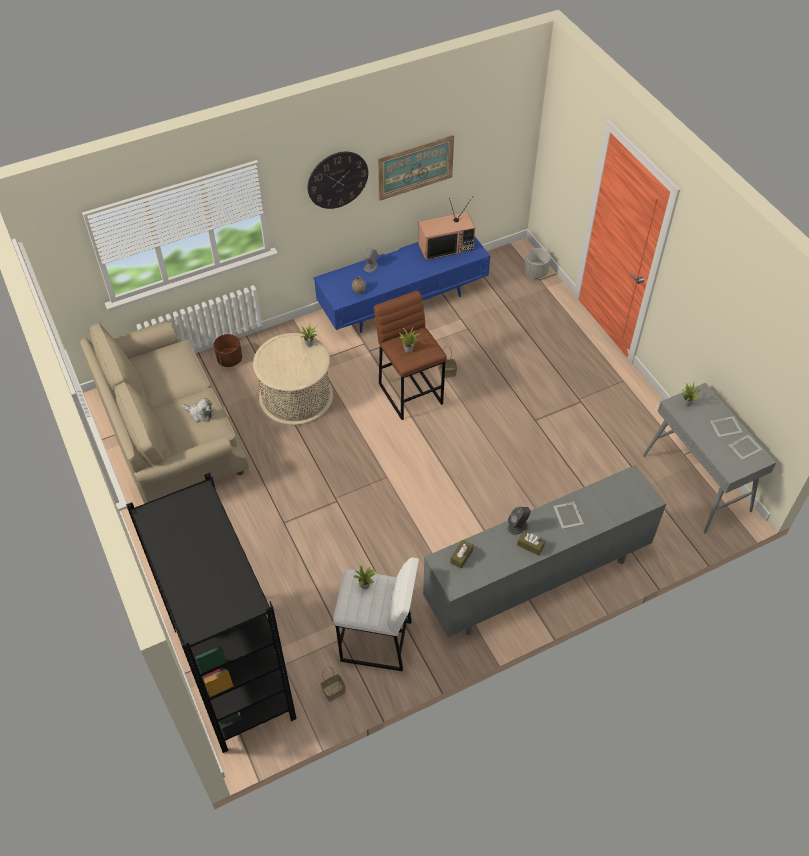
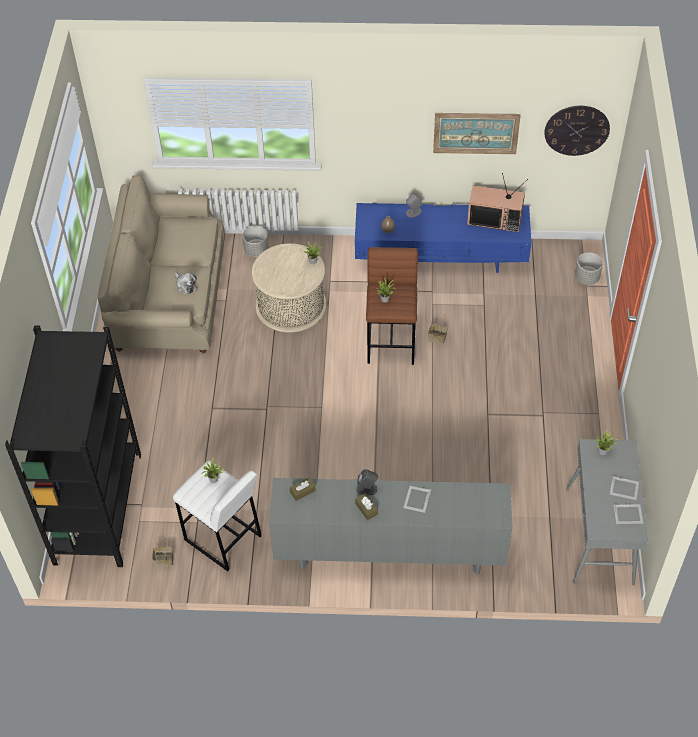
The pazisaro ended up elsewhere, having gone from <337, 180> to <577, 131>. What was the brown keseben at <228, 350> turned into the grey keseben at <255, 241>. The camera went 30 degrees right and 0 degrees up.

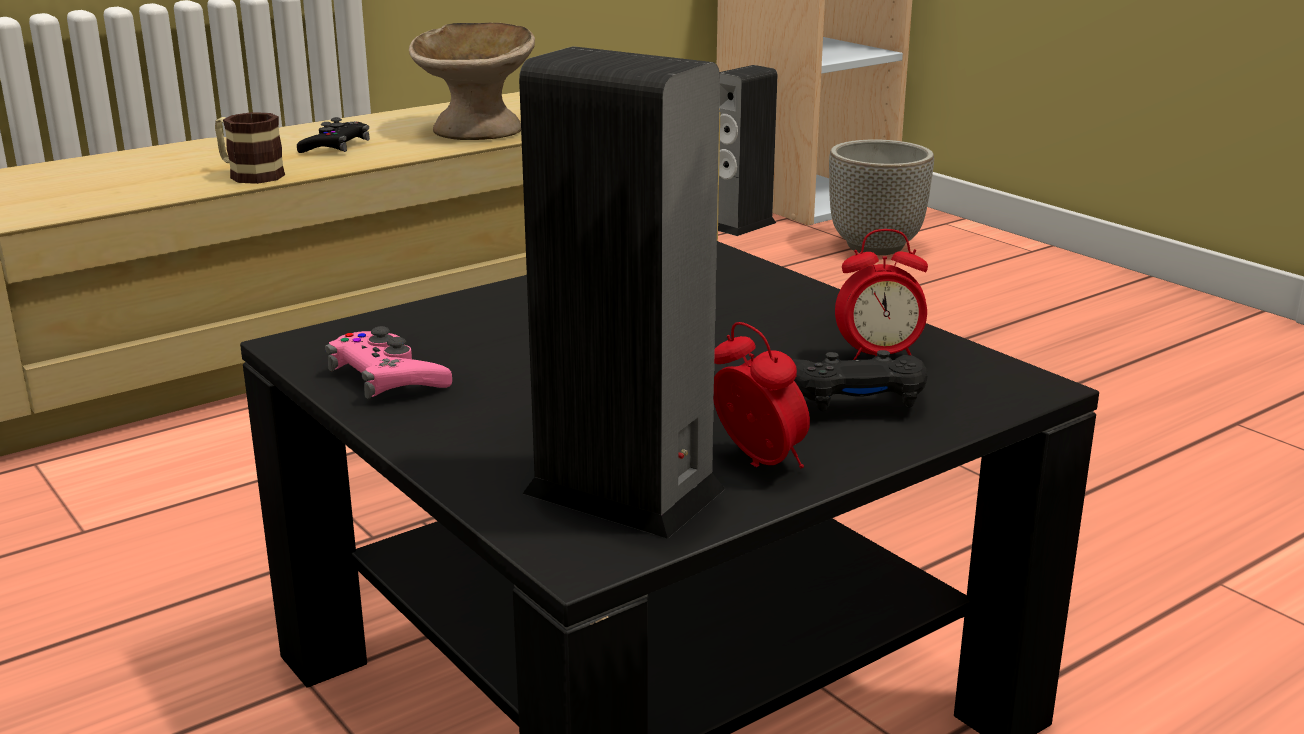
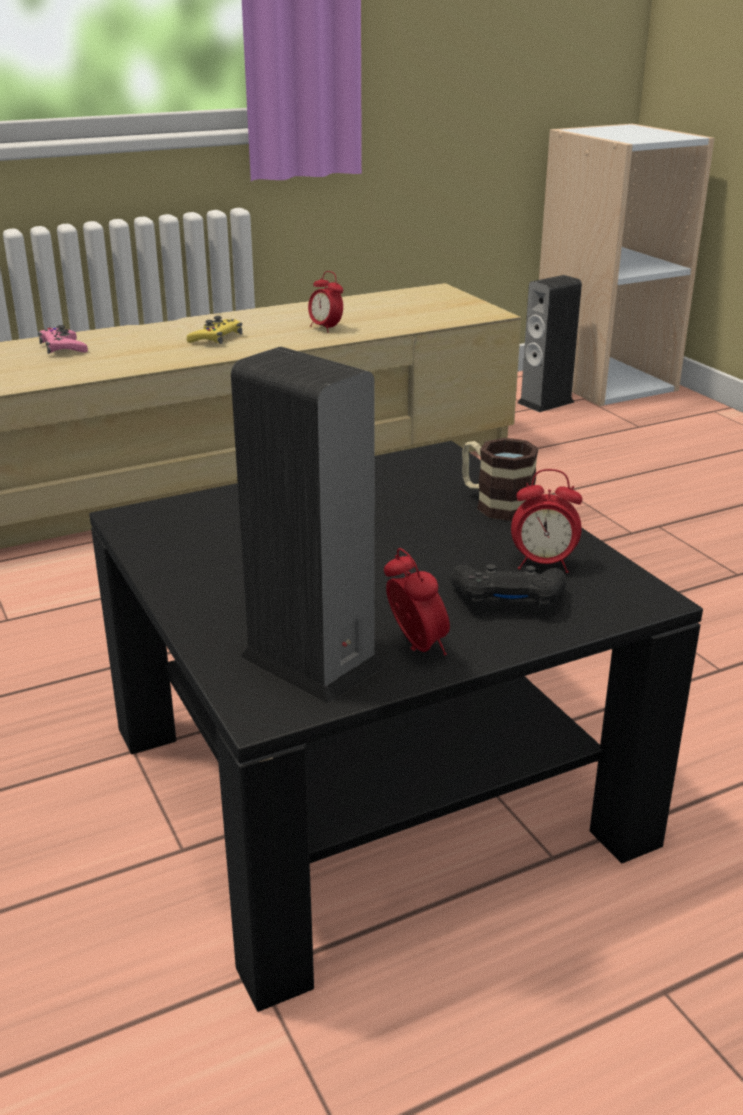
The second view lost the keseben at <881, 197>. The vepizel ended up elsewhere, having gone from <250, 148> to <500, 479>. The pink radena ended up elsewhere, having gone from <388, 362> to <63, 339>. Where the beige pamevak stood at <472, 81>, the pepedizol came to stand at <325, 302>. What was the black radena at <333, 135> turned into the yellow radena at <214, 330>. The camera went 10 degrees right and 5 degrees up.

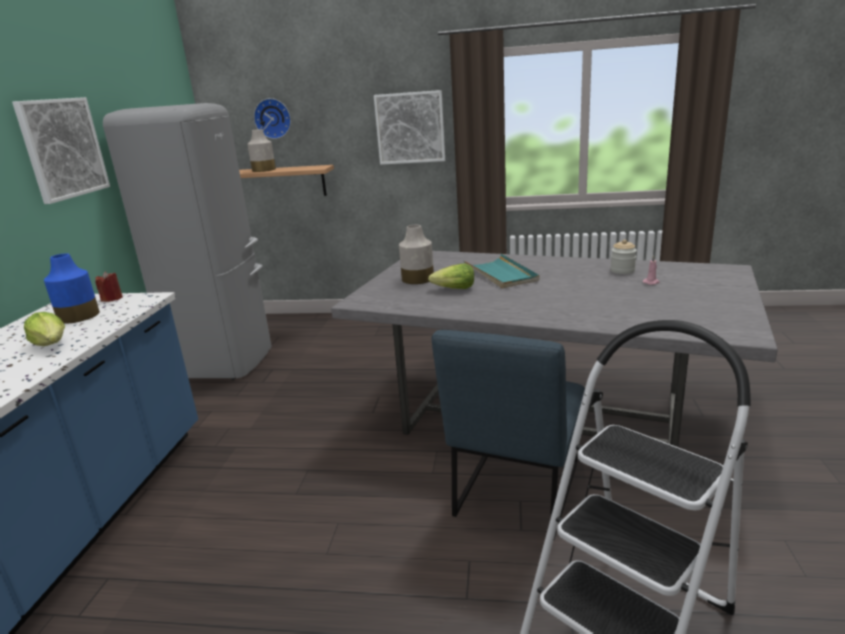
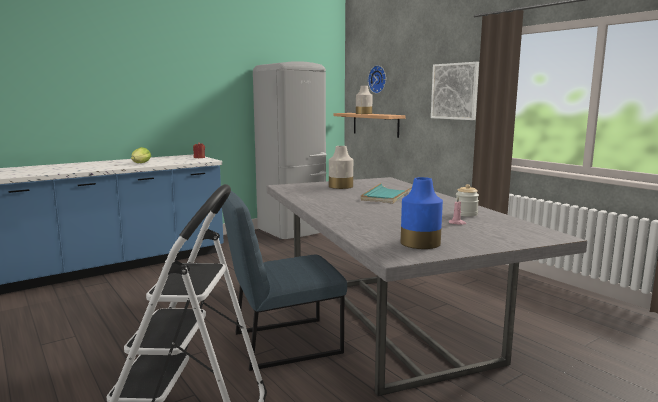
The second view lost the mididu at <61, 150>. The second view lost the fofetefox at <451, 276>. The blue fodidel ended up elsewhere, having gone from <72, 288> to <422, 213>. The camera went 45 degrees right and 10 degrees down.

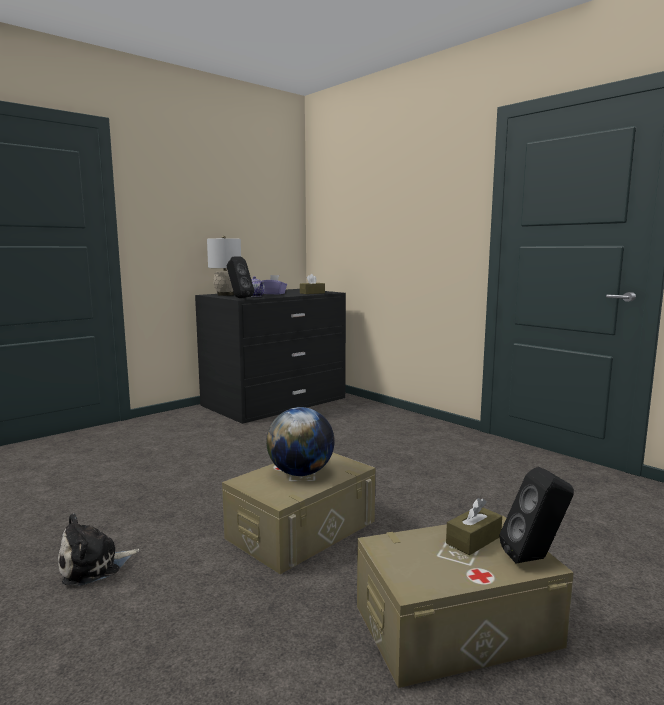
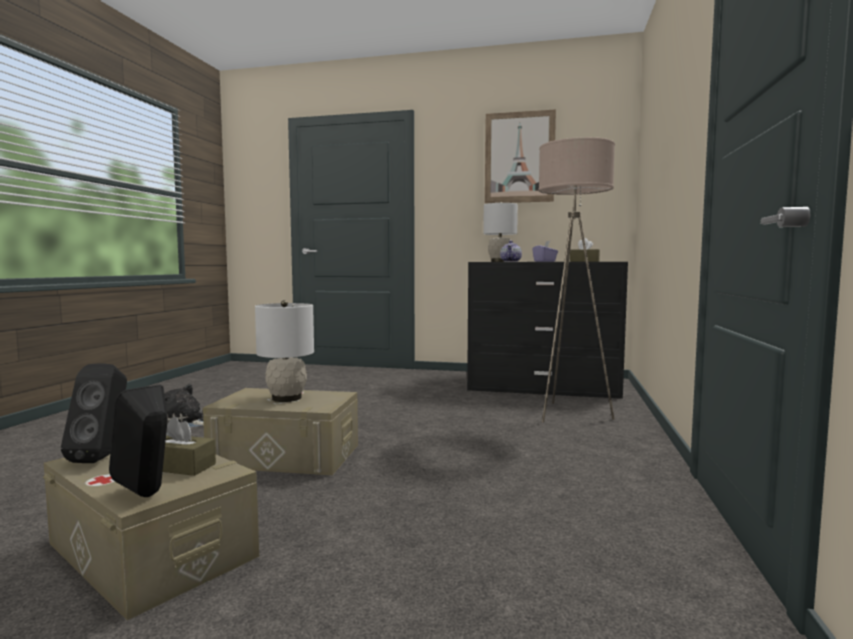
The second view gained the mididu at <520, 156>. The second view gained the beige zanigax at <576, 280>. The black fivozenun ended up elsewhere, having gone from <240, 277> to <94, 413>. Where the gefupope stood at <300, 441>, the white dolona came to stand at <284, 351>. The camera went 55 degrees right and 5 degrees down.

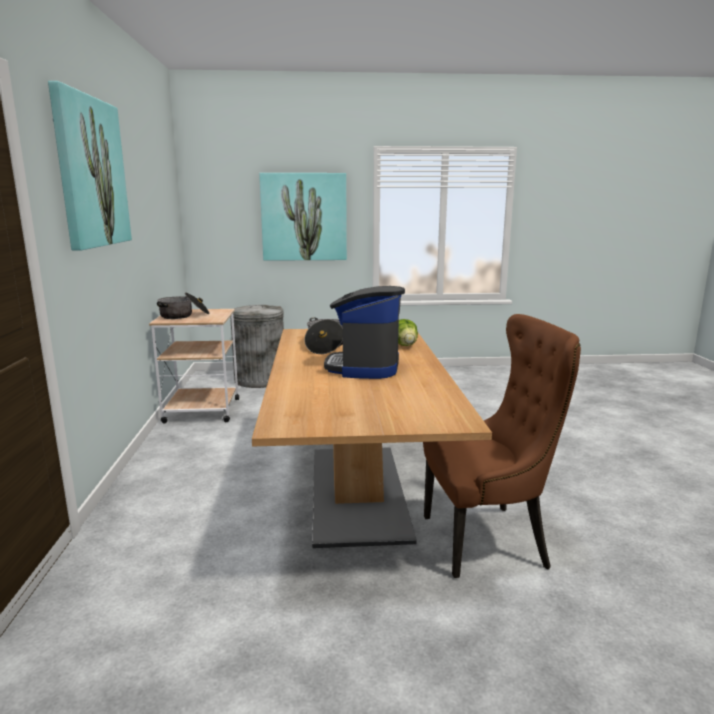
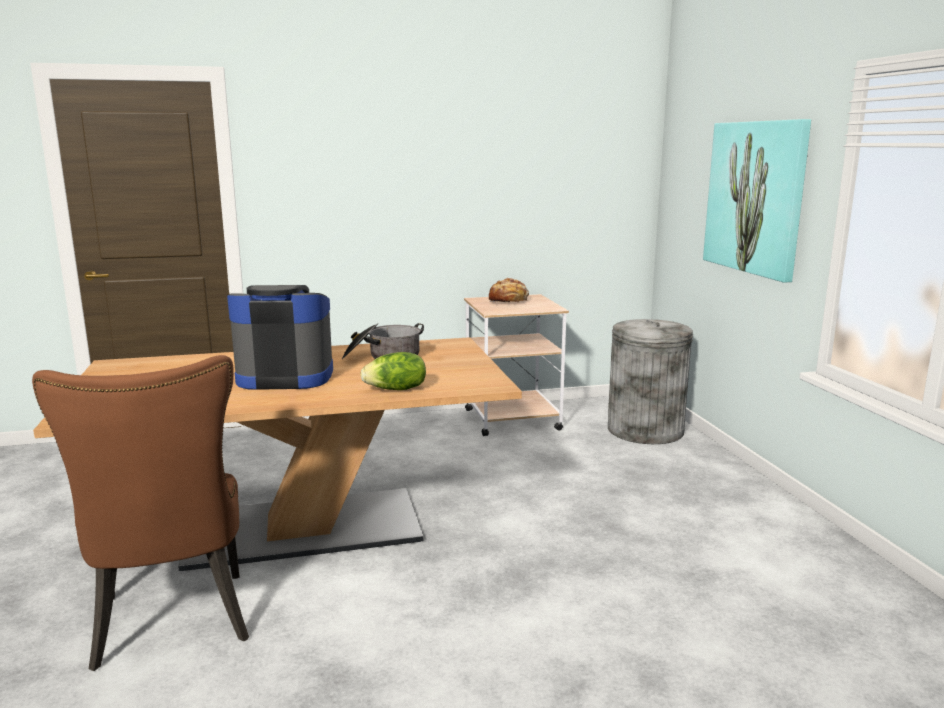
The second view lost the mididu at <90, 166>. Where the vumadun stood at <183, 305>, the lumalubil came to stand at <509, 290>. The camera went 80 degrees right and 0 degrees up.

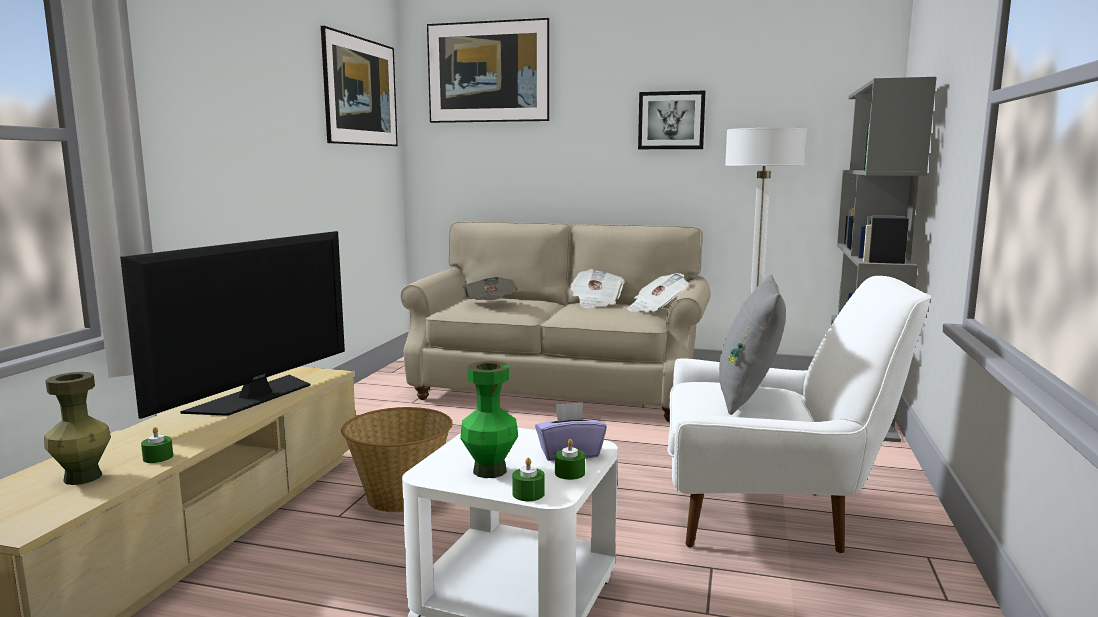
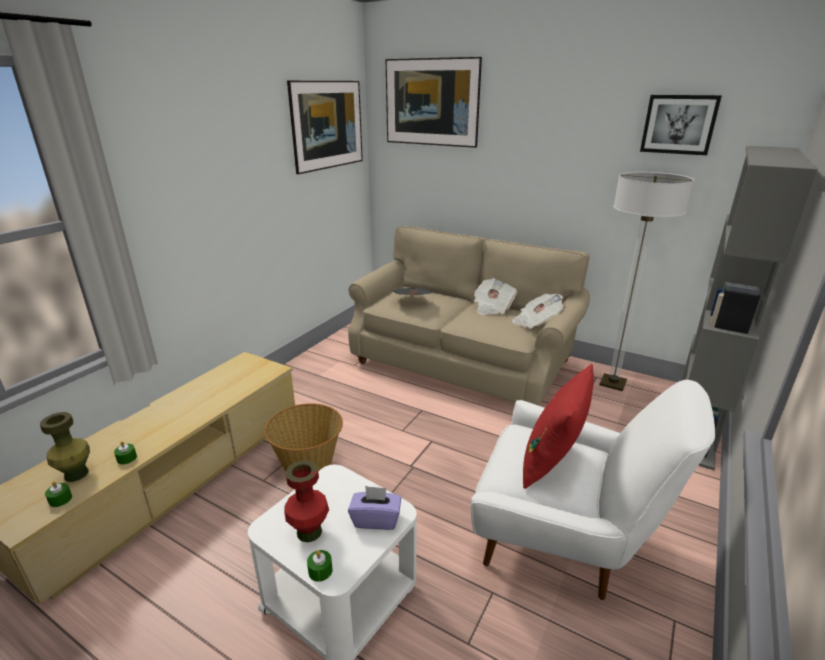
The second view lost the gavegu at <232, 325>. The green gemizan ended up elsewhere, having gone from <570, 459> to <58, 494>. The mididu ended up elsewhere, having gone from <672, 120> to <681, 125>. What was the green fodidel at <489, 419> turned into the red fodidel at <306, 501>. What was the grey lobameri at <752, 345> turned into the red lobameri at <558, 426>. The camera went 15 degrees right and 15 degrees up.

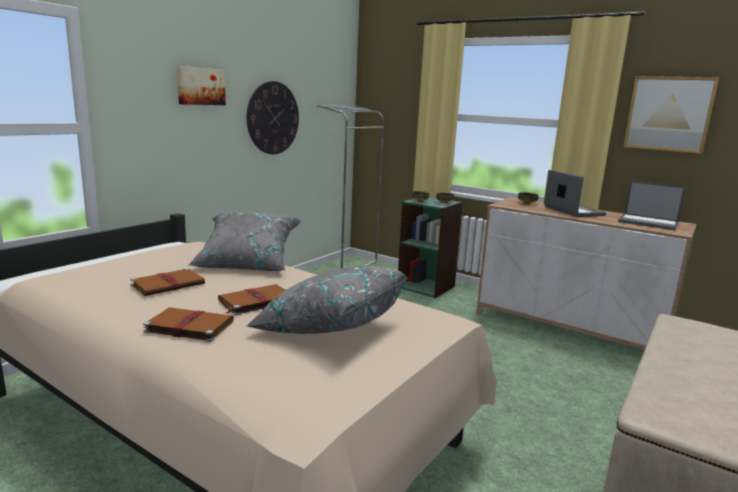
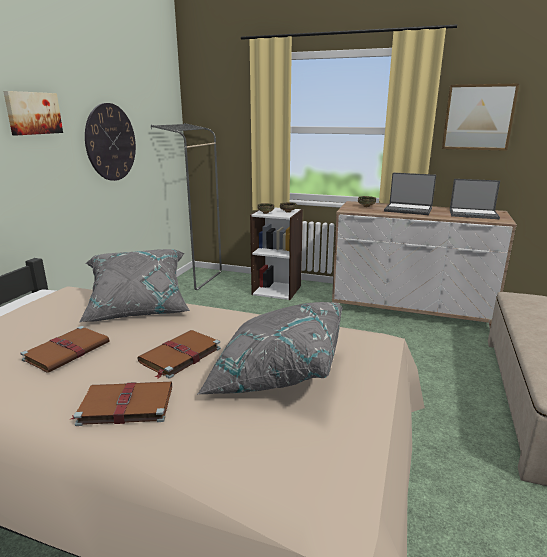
What was the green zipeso at <430, 247> turned into the white zipeso at <276, 253>. The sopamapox at <575, 193> ended up facing another way, 150 degrees clockwise from before. The camera went 15 degrees left and 5 degrees up.

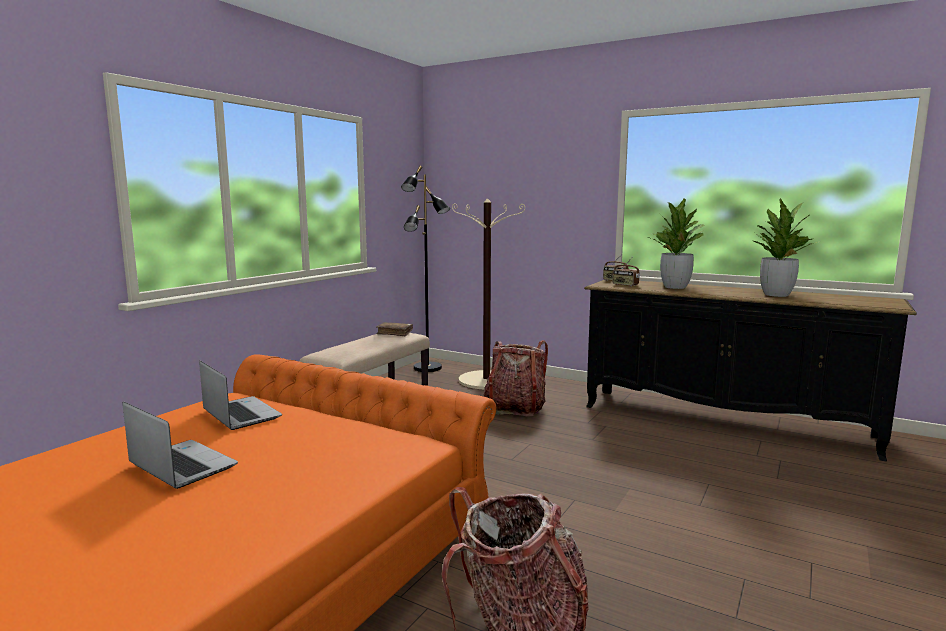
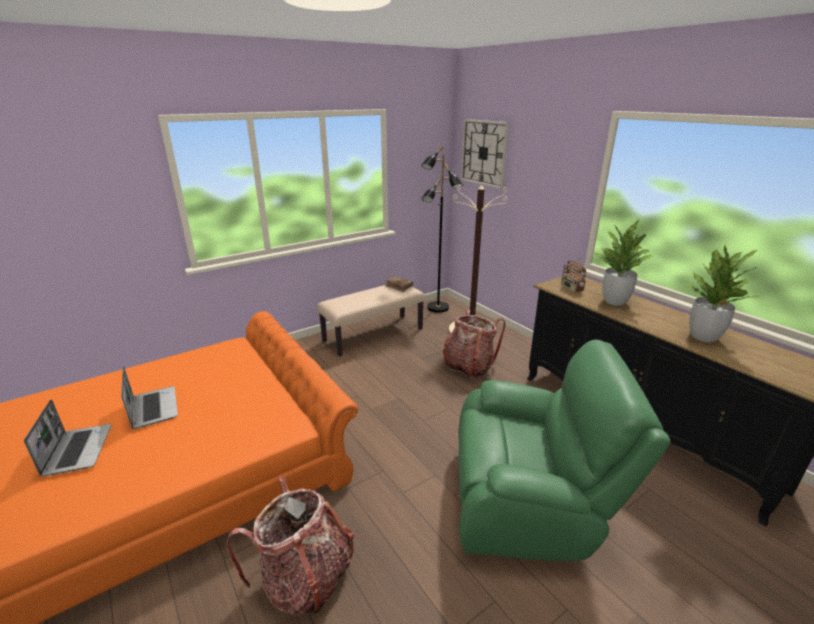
The second view gained the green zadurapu at <564, 450>. The second view gained the pazisaro at <485, 154>. The sopamapox ended up elsewhere, having gone from <240, 395> to <68, 438>. The camera went 25 degrees right and 15 degrees up.

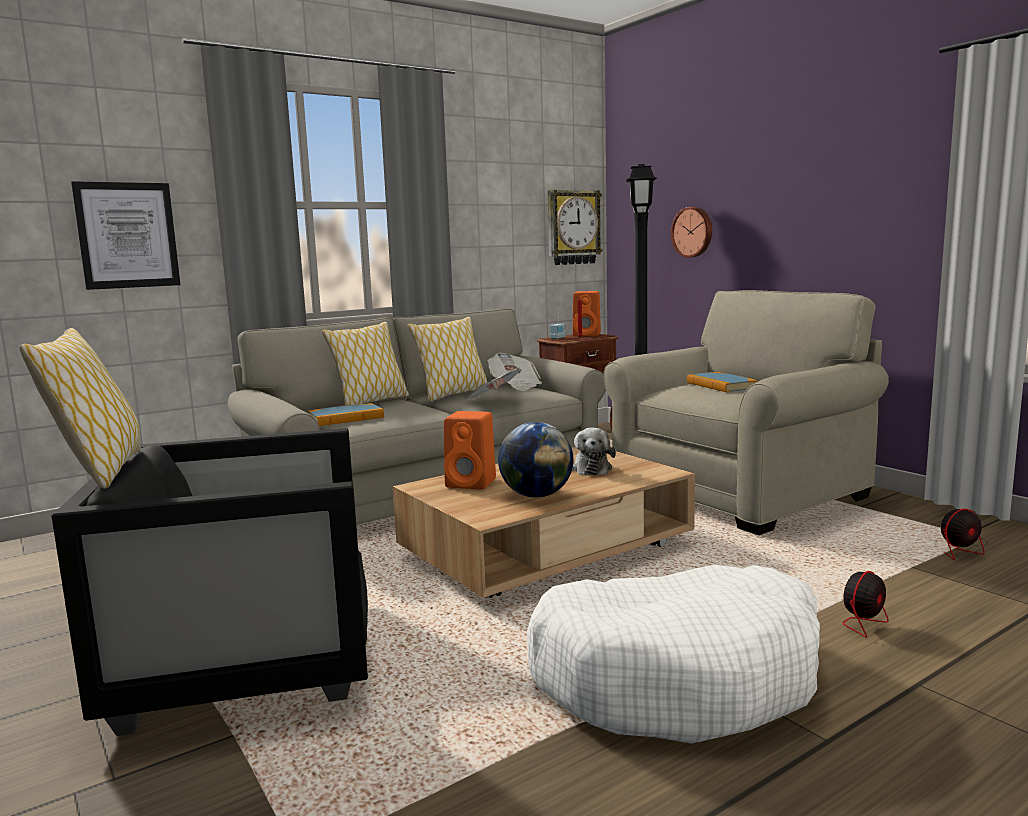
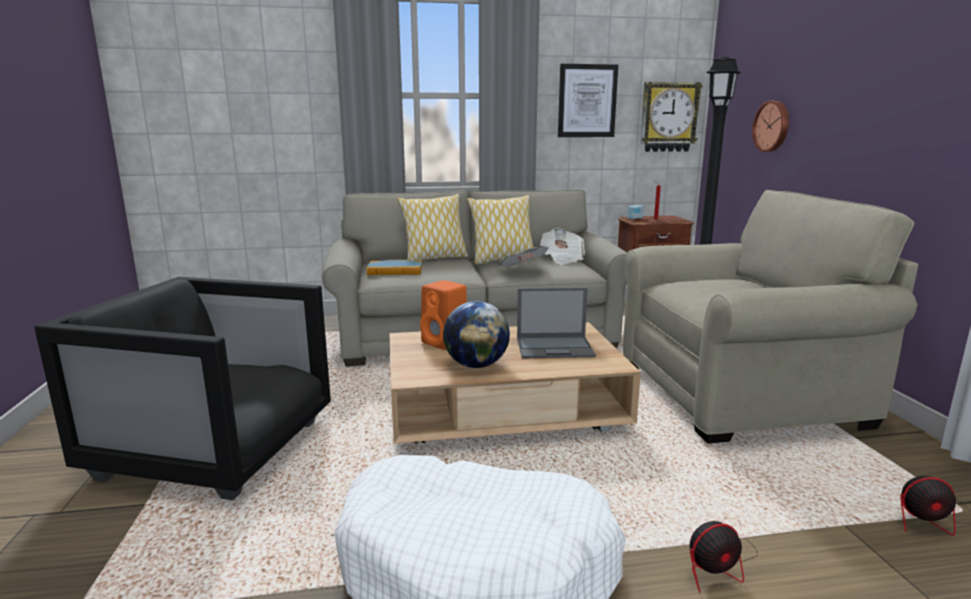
The second view lost the lobameri at <80, 408>. The second view lost the orange fivozenun at <587, 313>. The second view lost the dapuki at <722, 382>. The mididu ended up elsewhere, having gone from <125, 235> to <588, 100>. Where the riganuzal stood at <594, 451>, the sopamapox came to stand at <556, 323>. The camera went 25 degrees right and 5 degrees up.

